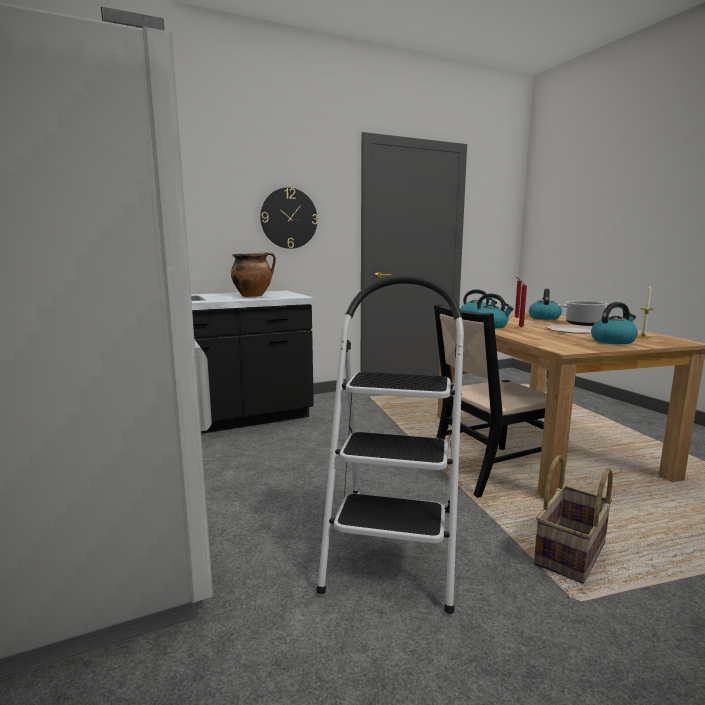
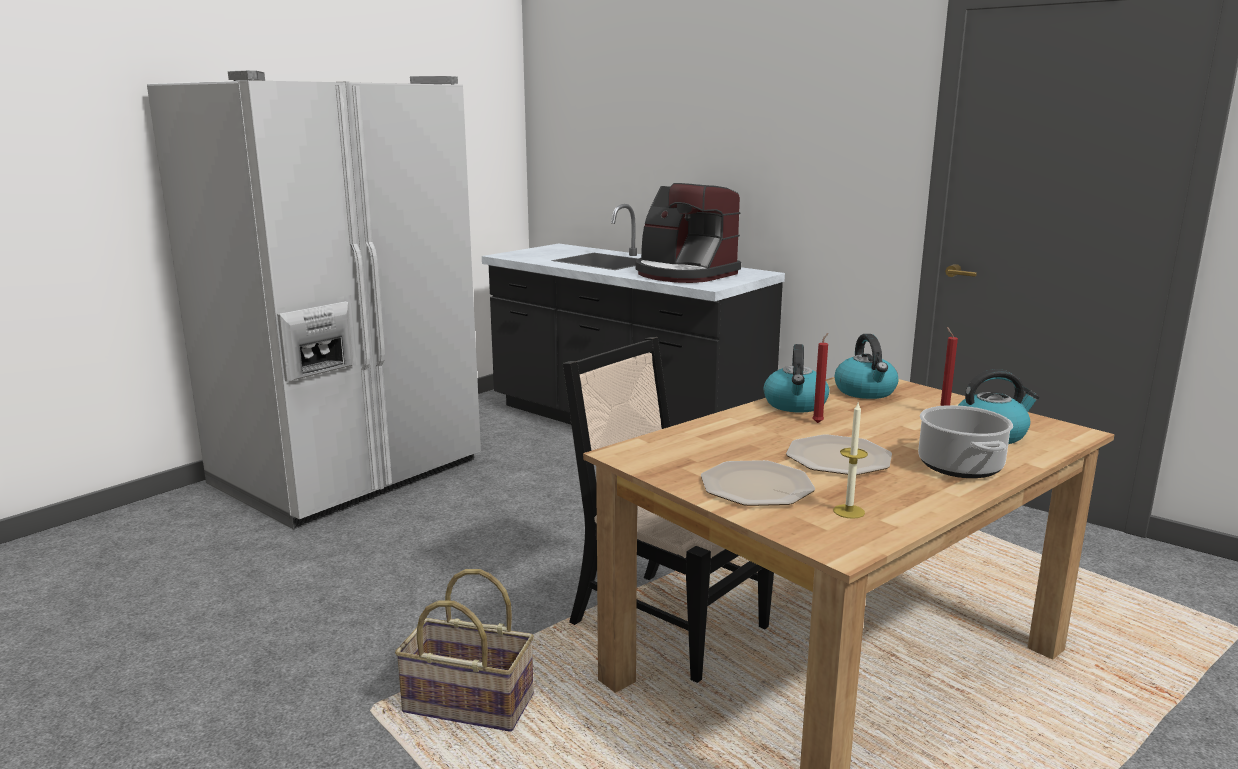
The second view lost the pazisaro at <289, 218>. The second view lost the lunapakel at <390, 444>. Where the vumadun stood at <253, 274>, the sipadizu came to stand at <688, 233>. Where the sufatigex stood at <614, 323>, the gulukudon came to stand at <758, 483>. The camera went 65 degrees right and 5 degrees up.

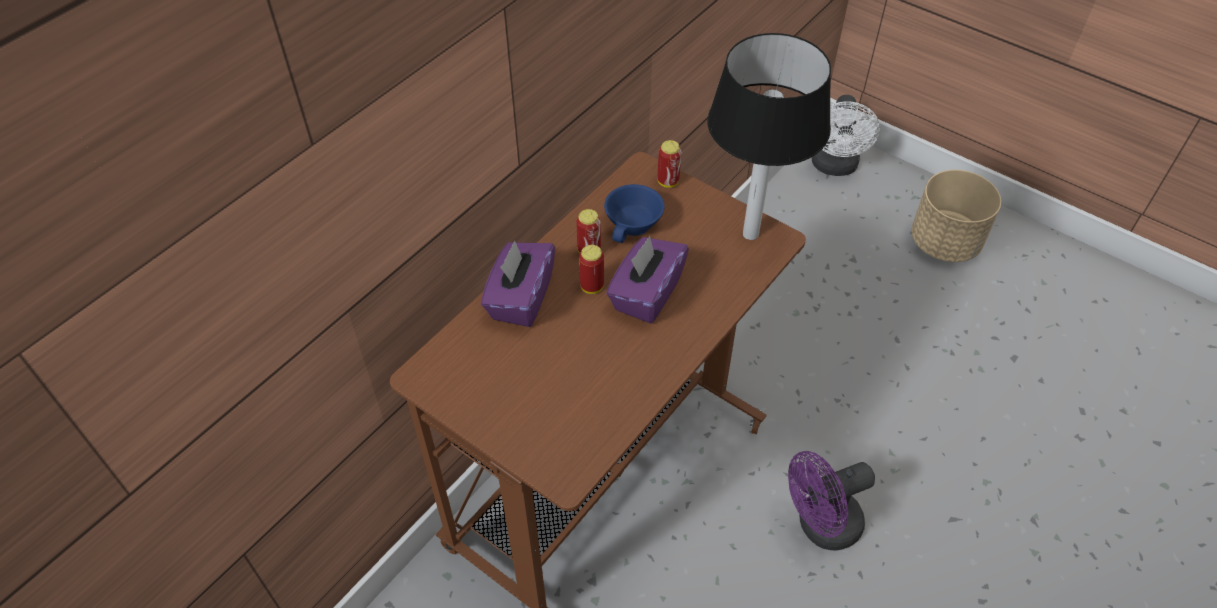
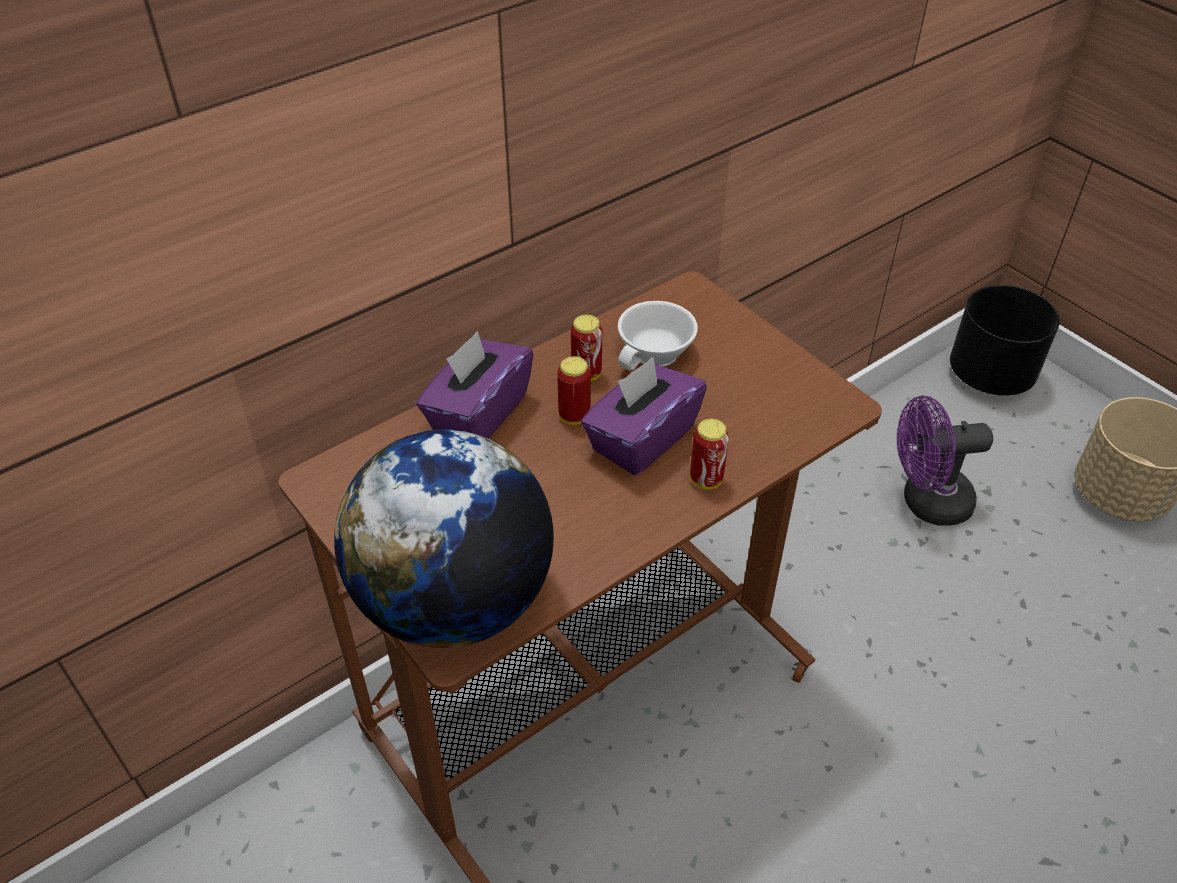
The second view lost the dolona at <769, 136>. The second view gained the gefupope at <444, 538>. The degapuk ended up elsewhere, having gone from <670, 164> to <709, 454>. The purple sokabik ended up elsewhere, having gone from <831, 501> to <945, 460>. Where the white sokabik stood at <845, 135>, the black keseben came to stand at <1005, 340>. What was the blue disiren at <634, 213> turned into the white disiren at <658, 336>. The camera went 15 degrees right and 5 degrees down.

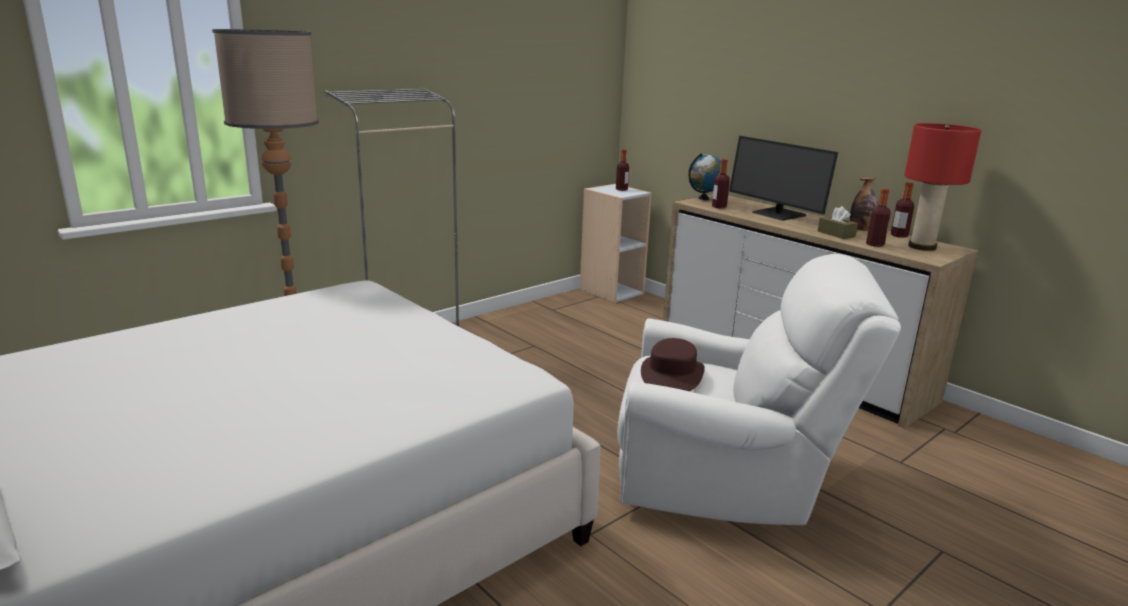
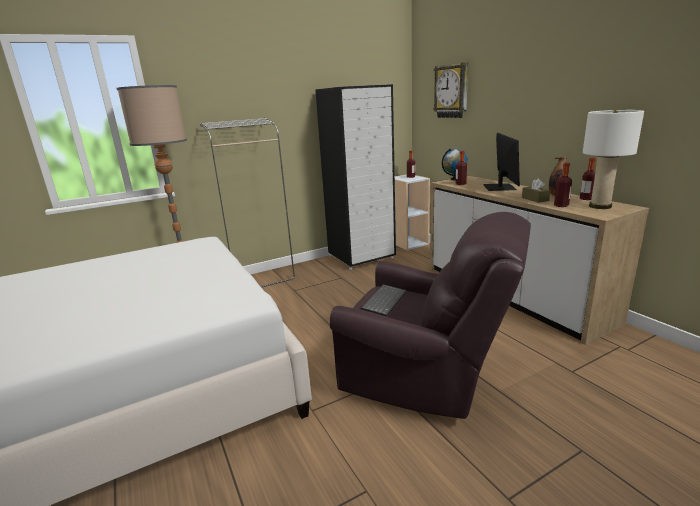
The second view gained the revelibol at <355, 177>. The second view gained the pazisaro at <450, 90>. Where the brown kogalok stood at <673, 364>, the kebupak came to stand at <383, 300>. What was the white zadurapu at <759, 389> turned into the brown zadurapu at <430, 315>. What was the red dolona at <943, 187> turned into the white dolona at <613, 159>. The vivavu at <783, 178> ended up facing another way, 150 degrees counterclockwise from before. The camera went 15 degrees right and 0 degrees up.

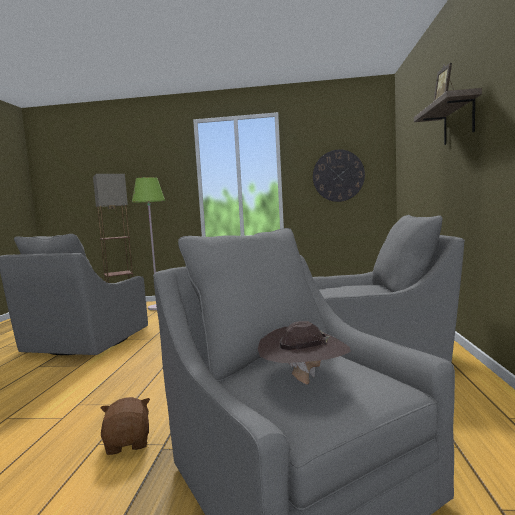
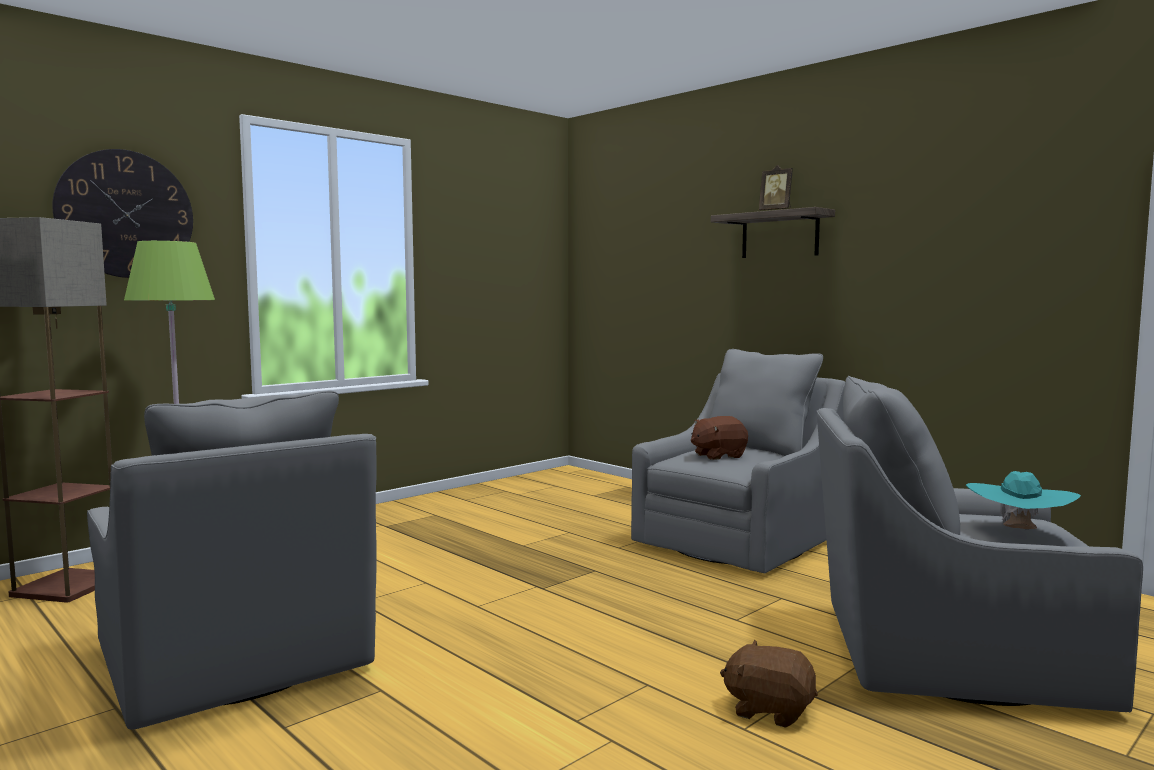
The second view gained the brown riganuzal at <719, 438>. The pazisaro ended up elsewhere, having gone from <339, 175> to <122, 213>. What was the brown kogalok at <304, 353> turned into the turquoise kogalok at <1023, 500>. The camera went 50 degrees left and 0 degrees up.

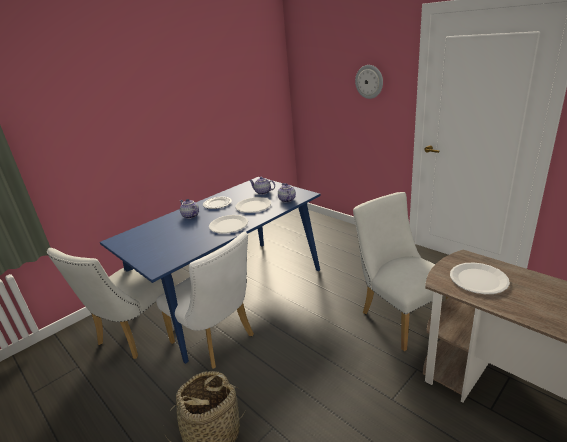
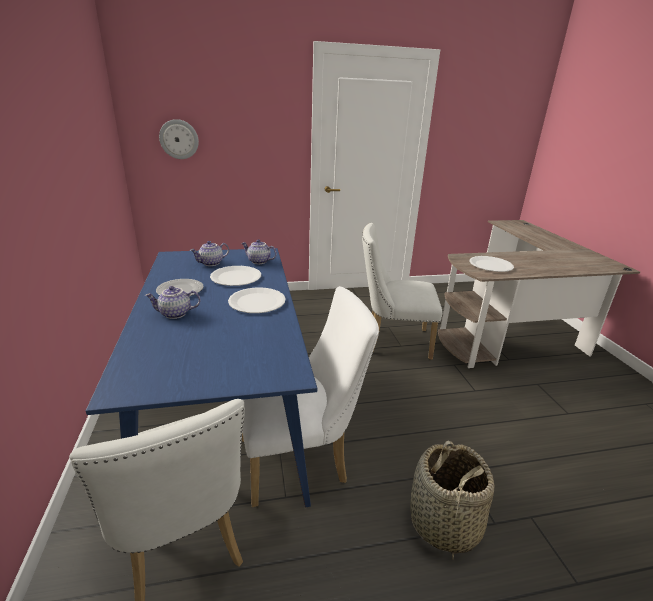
The pazisaro ended up elsewhere, having gone from <369, 82> to <179, 139>. The camera went 60 degrees left and 0 degrees up.

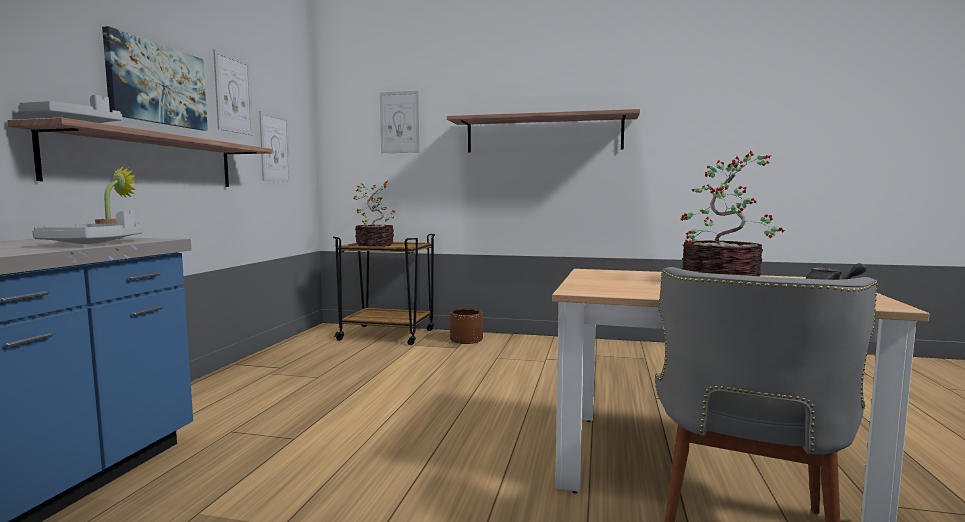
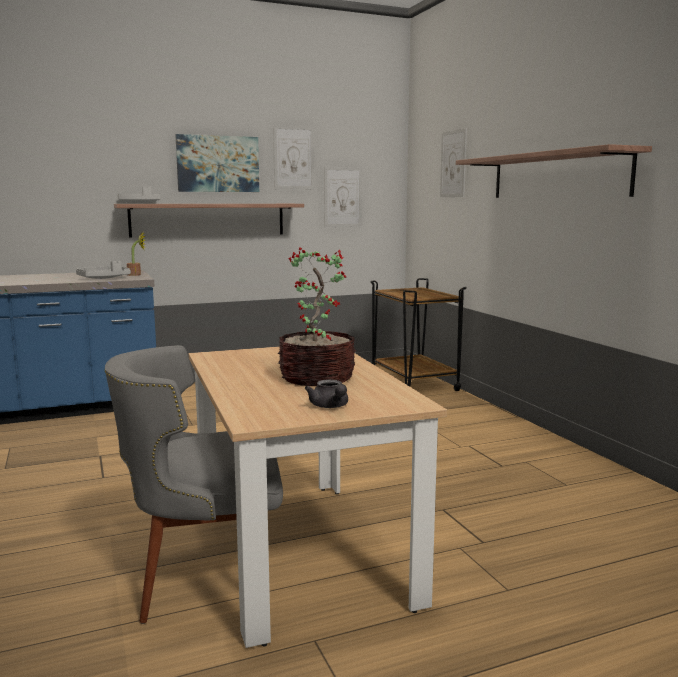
The second view lost the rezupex at <373, 214>. The second view lost the brown keseben at <466, 326>. The camera went 55 degrees right and 5 degrees up.

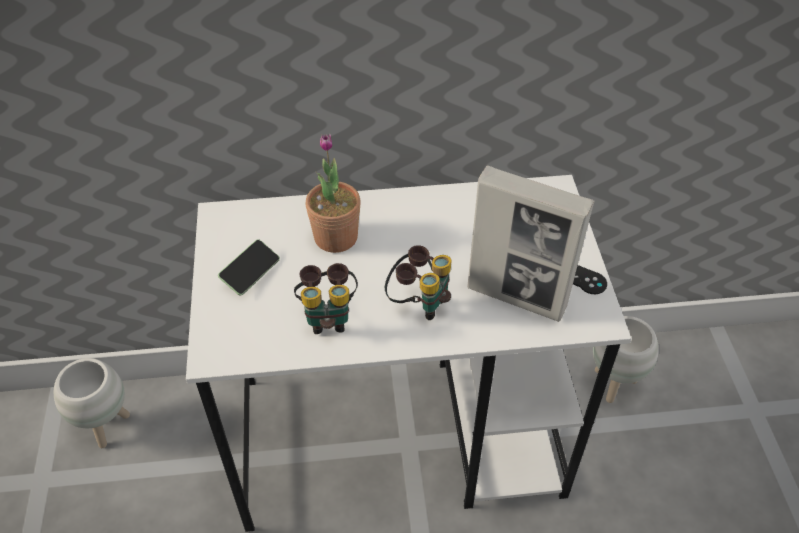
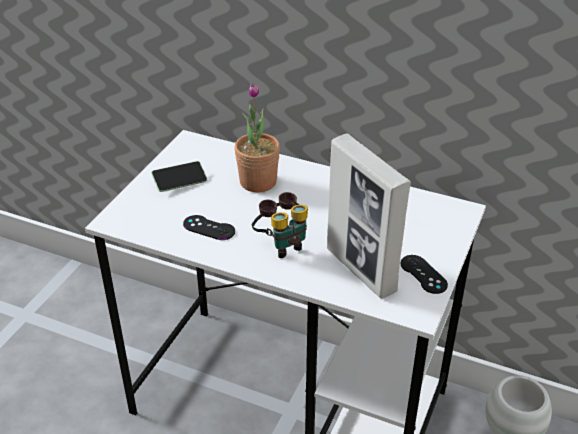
The second view lost the white keseben at <92, 403>. Where the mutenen stood at <326, 298>, the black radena came to stand at <209, 227>. The camera went 30 degrees right and 10 degrees down.

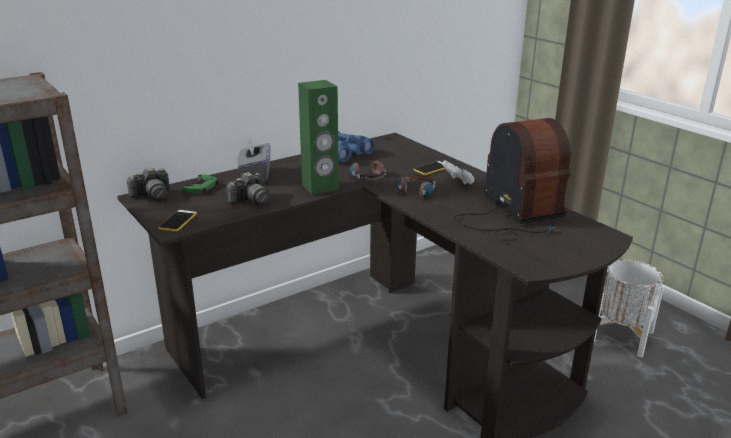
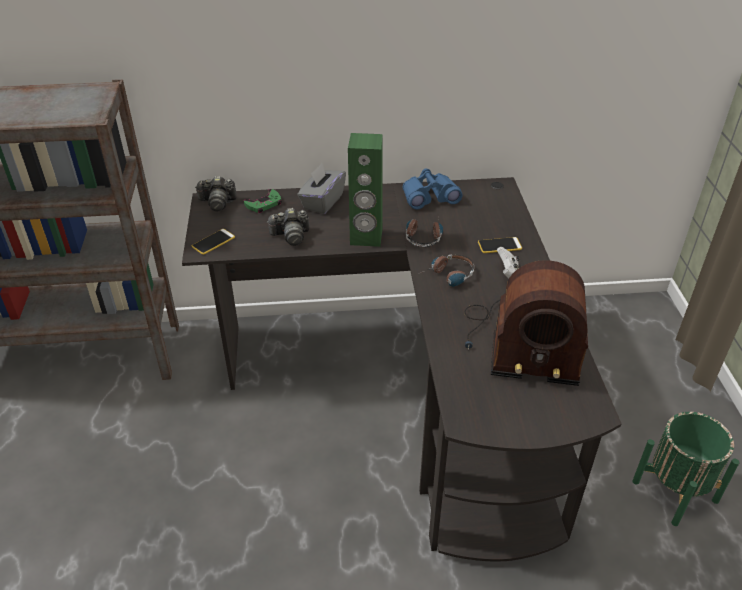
What was the white keseben at <629, 308> turned into the green keseben at <686, 469>. The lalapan at <512, 179> ended up facing another way, 90 degrees clockwise from before. The camera went 30 degrees right and 15 degrees up.

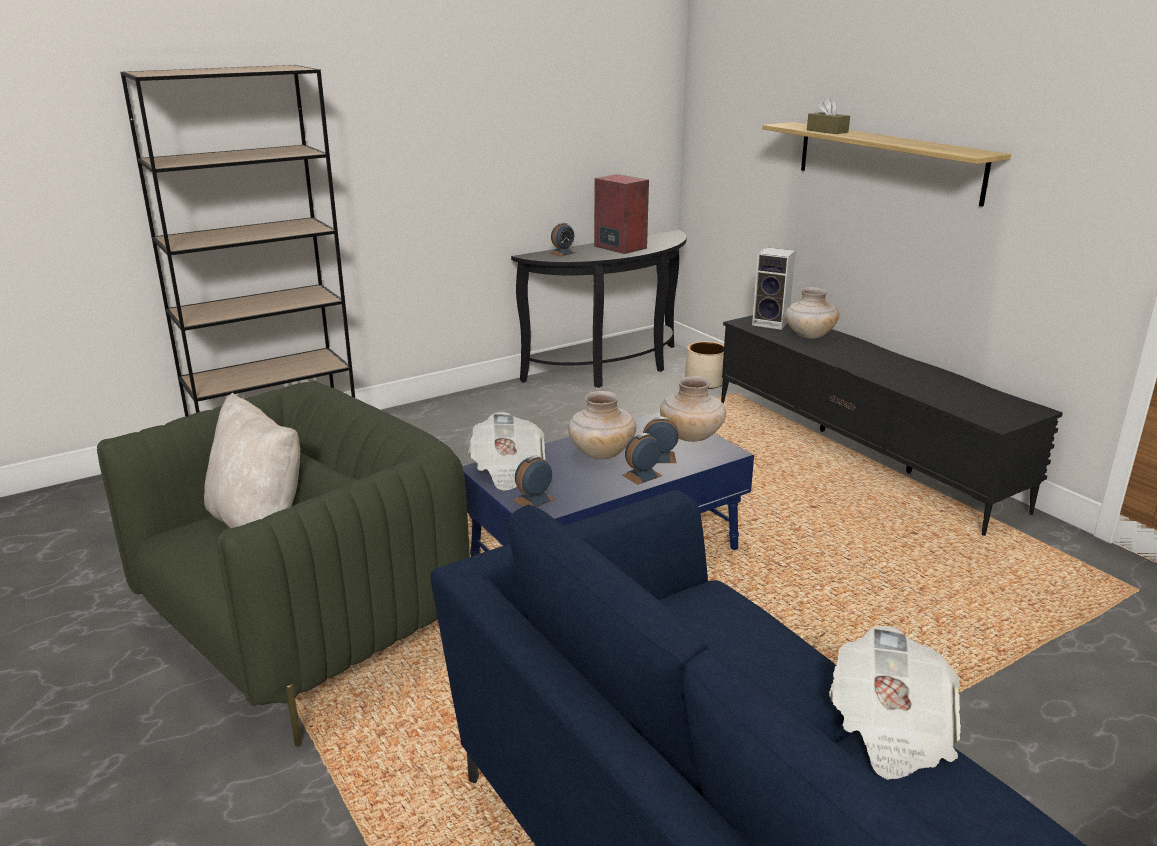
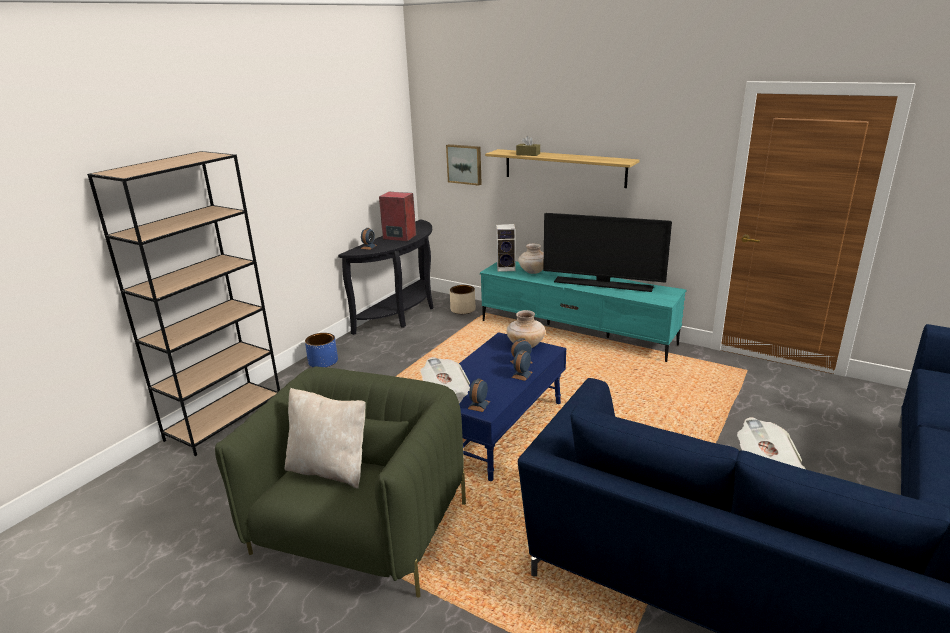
The second view lost the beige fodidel at <602, 425>. The second view gained the blue keseben at <321, 350>. The second view gained the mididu at <464, 165>. The second view gained the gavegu at <607, 252>. What was the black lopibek at <892, 425> turned into the turquoise lopibek at <583, 311>. The camera went 25 degrees left and 0 degrees up.

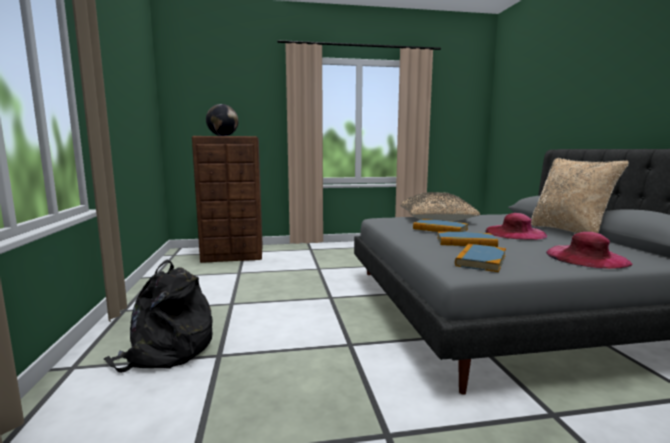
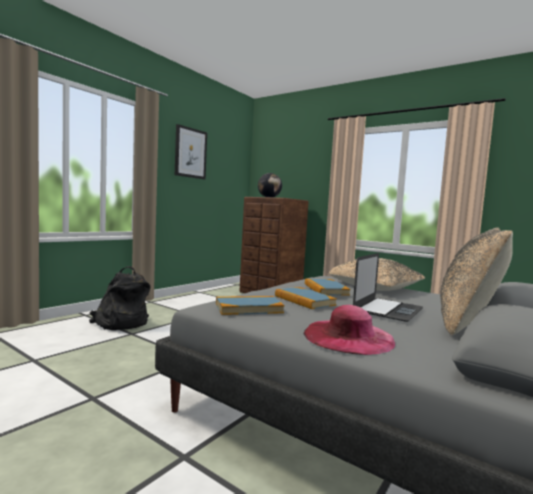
The second view gained the mididu at <191, 151>. Where the pink kogalok stood at <516, 226>, the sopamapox came to stand at <388, 287>. The camera went 45 degrees right and 5 degrees down.

